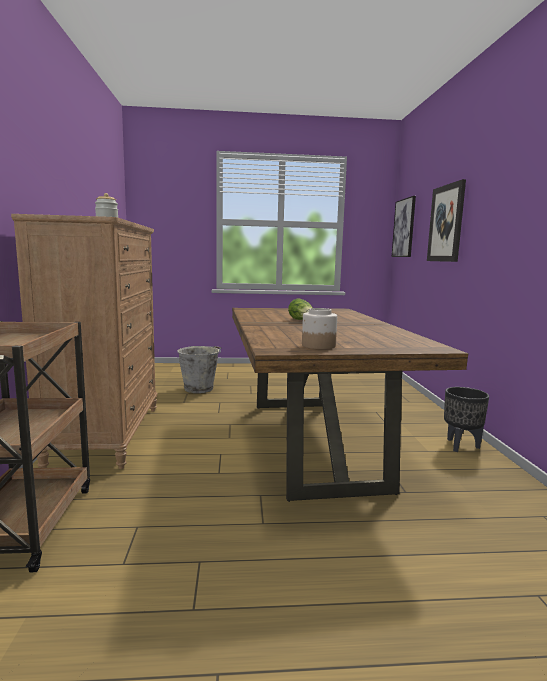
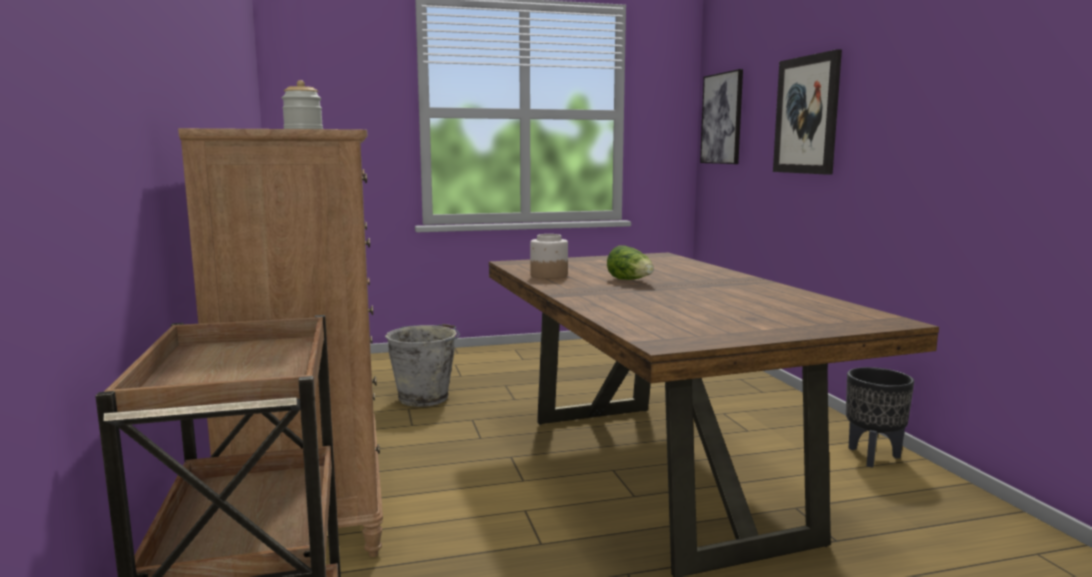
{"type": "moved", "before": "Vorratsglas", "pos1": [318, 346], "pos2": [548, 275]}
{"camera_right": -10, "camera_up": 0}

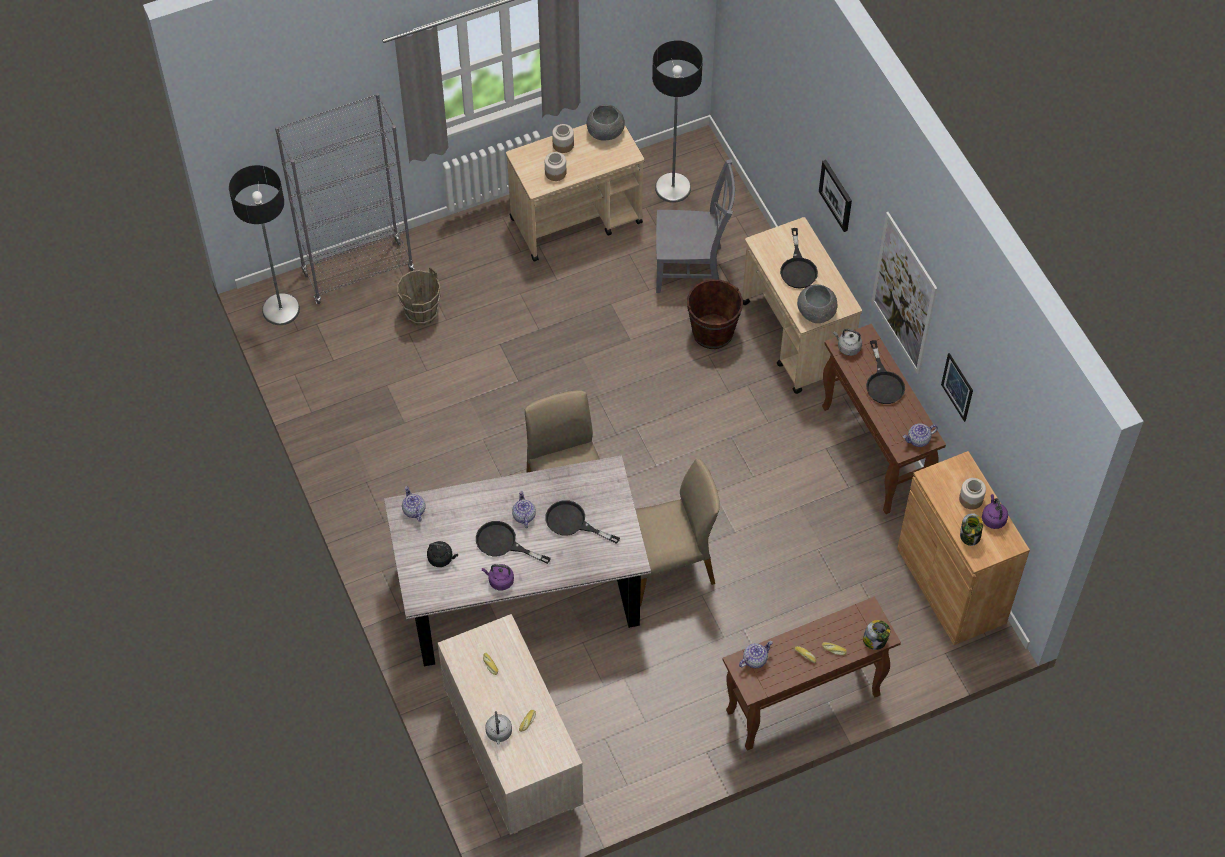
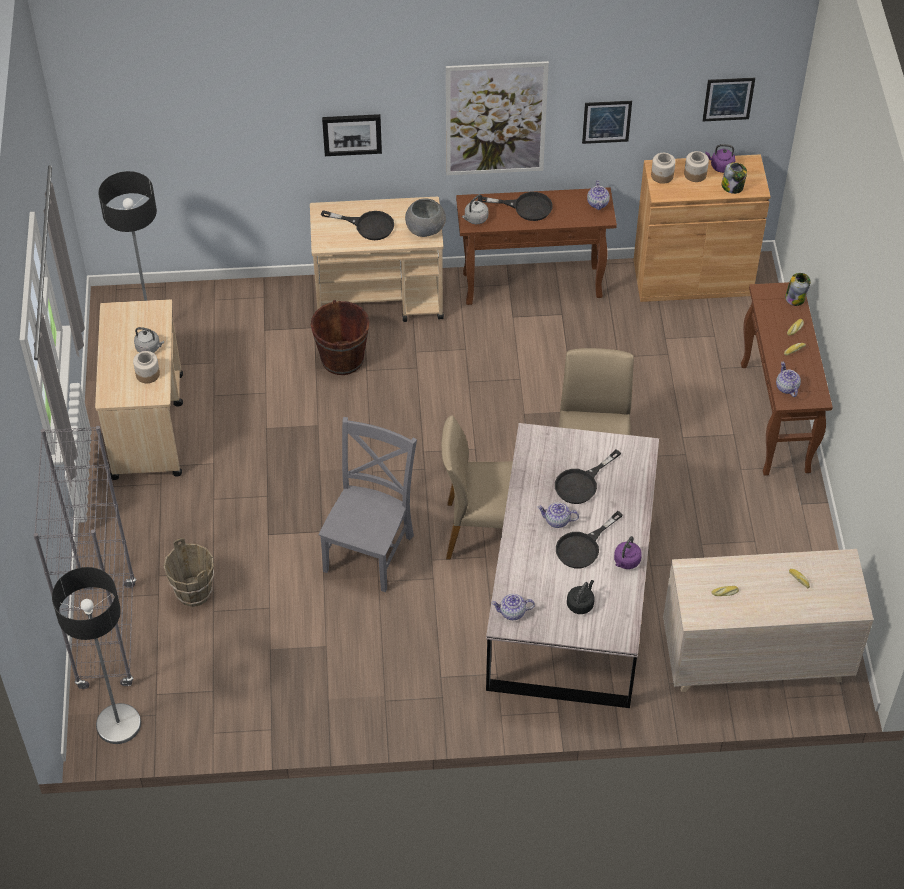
{"type": "moved", "before": "Wasserkessel [grau]", "pos1": [499, 733], "pos2": [149, 348]}
{"type": "moved", "before": "Stuhl [grau]", "pos1": [692, 270], "pos2": [370, 550]}
{"type": "moved", "before": "Vorratsglas", "pos1": [563, 145], "pos2": [662, 176]}
{"type": "added", "after": "Bild", "pos2": [728, 99]}
{"type": "removed", "before": "Schüssel [grau]", "pos1": [606, 132]}
{"camera_right": -70, "camera_up": -5}

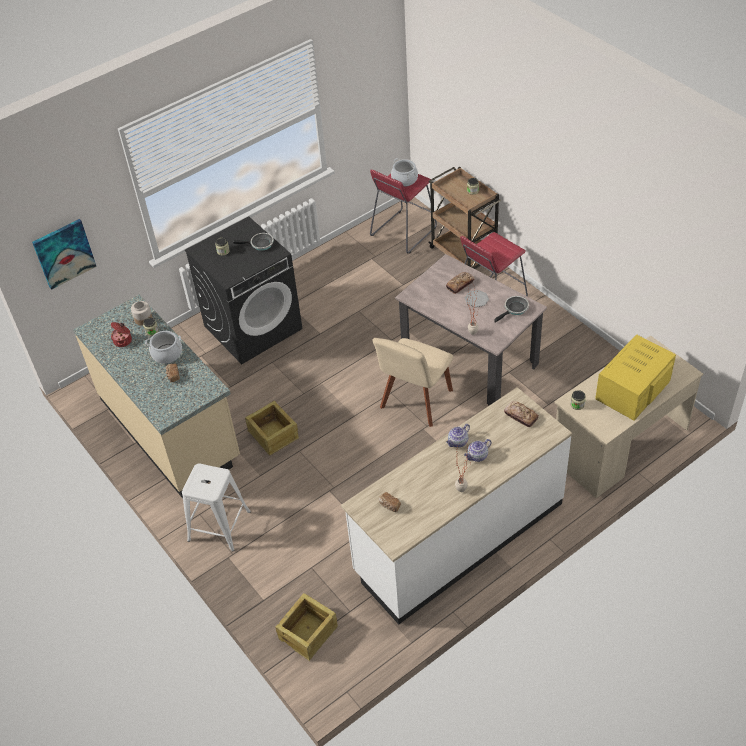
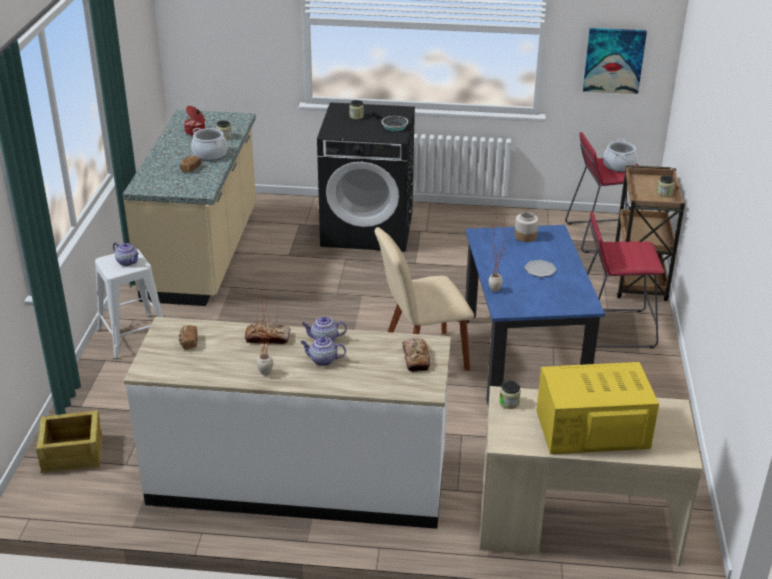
{"type": "added", "after": "Teekanne", "pos2": [128, 262]}
{"type": "moved", "before": "Brot", "pos1": [460, 284], "pos2": [268, 338]}
{"type": "recoloured", "before": "Esstisch [beige]", "after": "Esstisch [blau]", "pos1": [469, 359], "pos2": [522, 358]}
{"type": "moved", "before": "Vorratsglas", "pos1": [143, 319], "pos2": [525, 236]}
{"type": "moved", "before": "Bild", "pos1": [64, 253], "pos2": [613, 60]}
{"type": "removed", "before": "Kiste", "pos1": [273, 435]}
{"type": "removed", "before": "Pfanne", "pos1": [515, 309]}
{"camera_right": 40, "camera_up": -15}

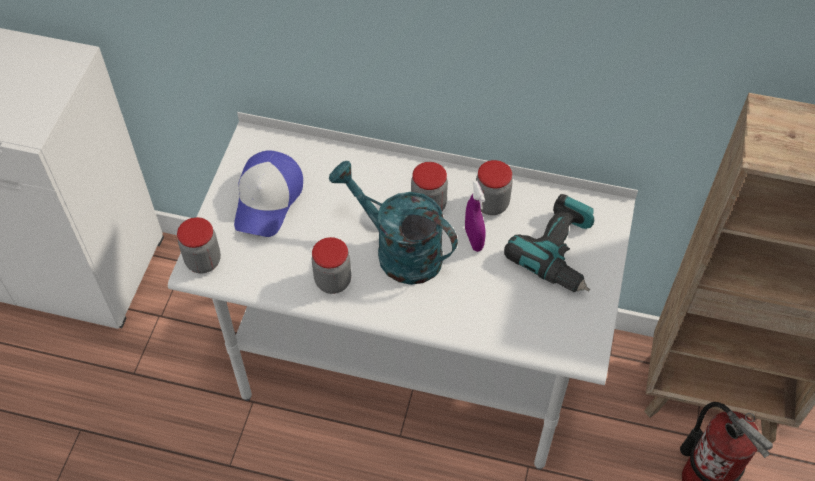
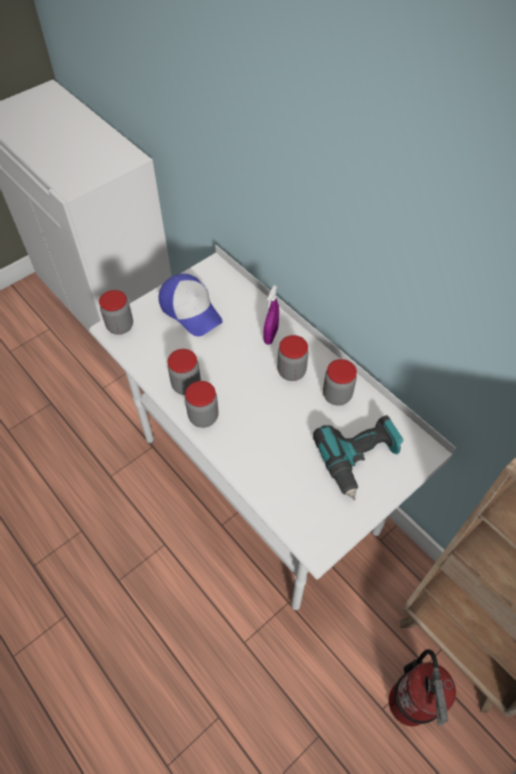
{"type": "turned", "before": "Kappe", "pos1": [268, 200], "pos2": [191, 310], "turn": -90}
{"type": "added", "after": "Vorratsglas", "pos2": [203, 417]}
{"type": "moved", "before": "Sprühflasche [lila]", "pos1": [474, 239], "pos2": [271, 336]}
{"type": "removed", "before": "Gießkanne [türkis]", "pos1": [398, 251]}
{"camera_right": 35, "camera_up": 0}

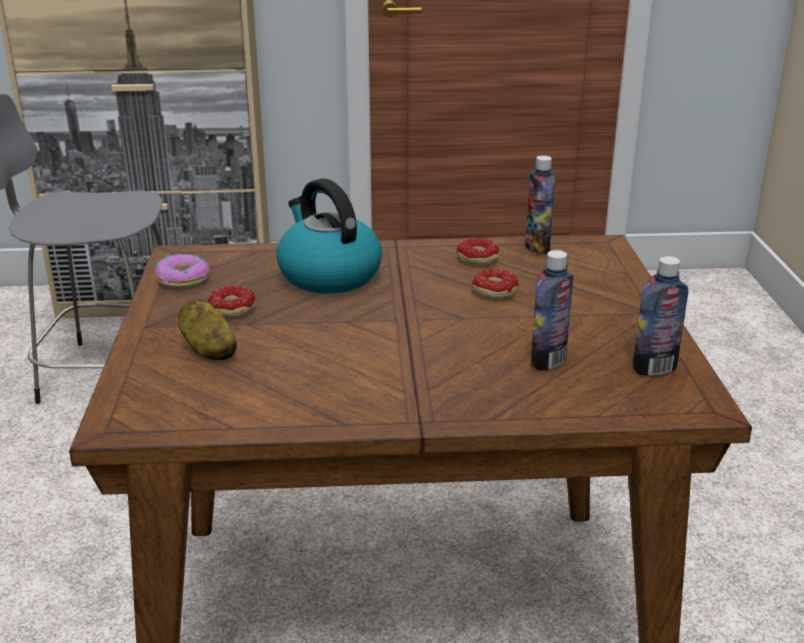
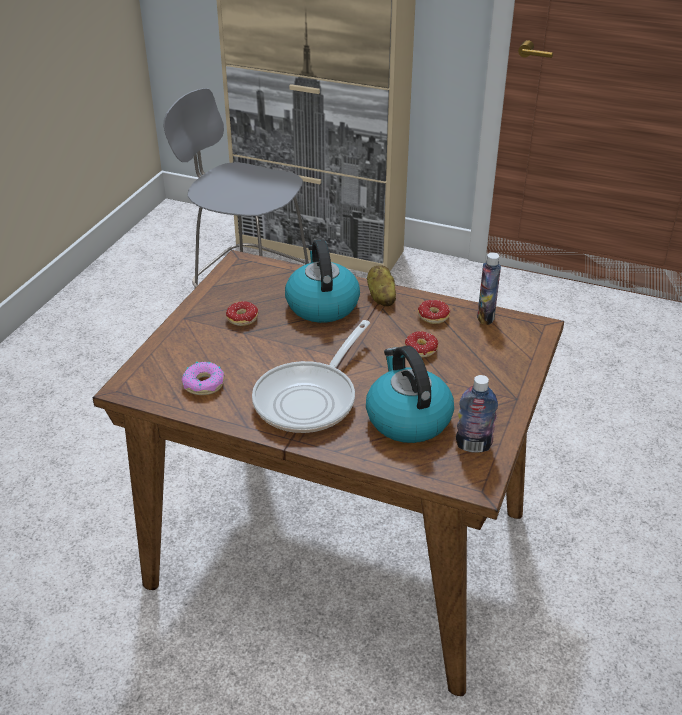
{"type": "moved", "before": "Donut", "pos1": [183, 279], "pos2": [204, 384]}
{"type": "added", "after": "Pfanne", "pos2": [310, 398]}
{"type": "replaced", "before": "Flasche", "after": "Wasserkessel", "pos1": [548, 361], "pos2": [407, 418]}
{"type": "moved", "before": "Kartoffel", "pos1": [208, 350], "pos2": [381, 297]}
{"camera_right": 25, "camera_up": 10}

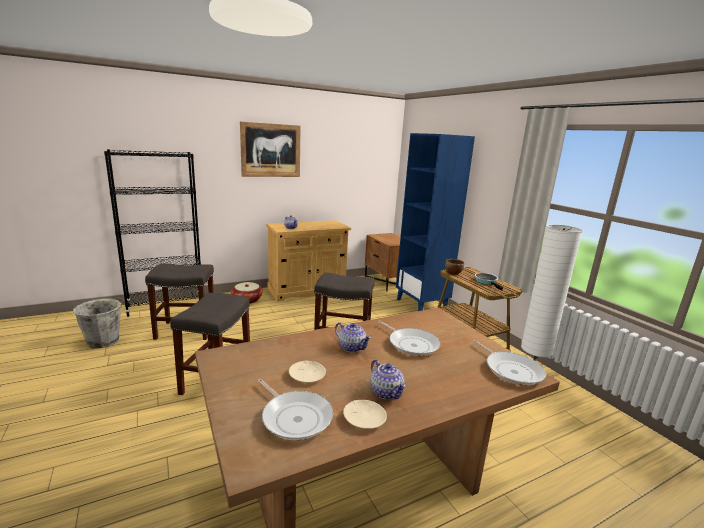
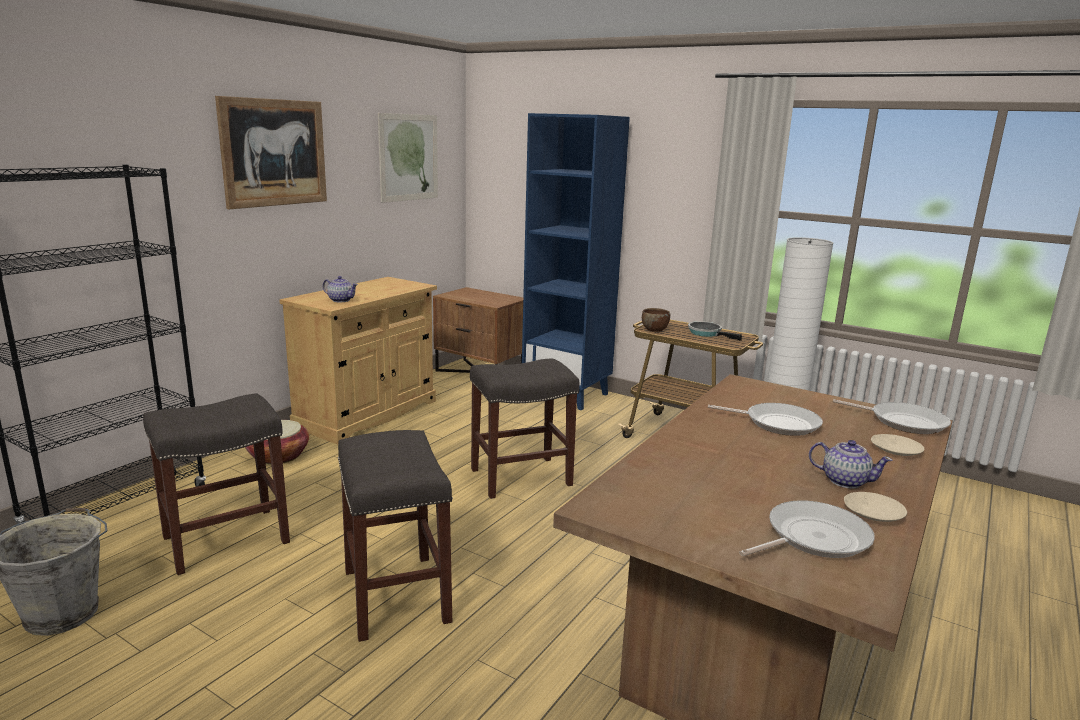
{"type": "added", "after": "Bild", "pos2": [408, 157]}
{"type": "turned", "before": "Pfanne", "pos1": [295, 417], "pos2": [812, 538], "turn": -45}
{"type": "moved", "before": "Teller [beige]", "pos1": [307, 375], "pos2": [895, 450]}
{"type": "removed", "before": "Teekanne", "pos1": [351, 347]}
{"camera_right": -30, "camera_up": 0}

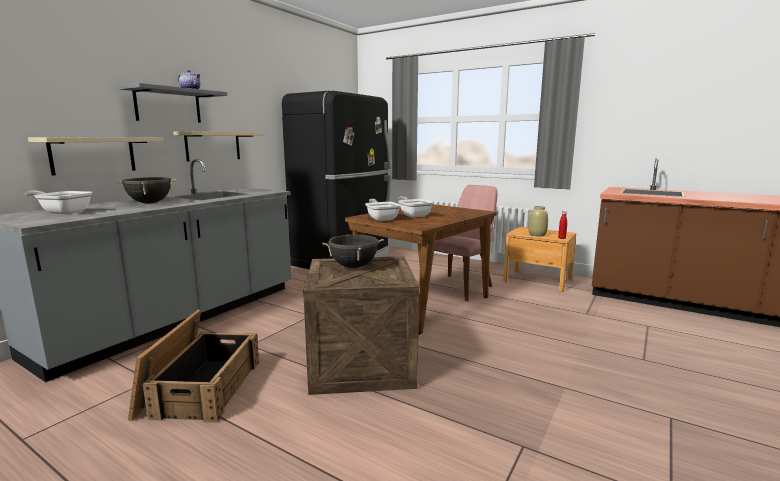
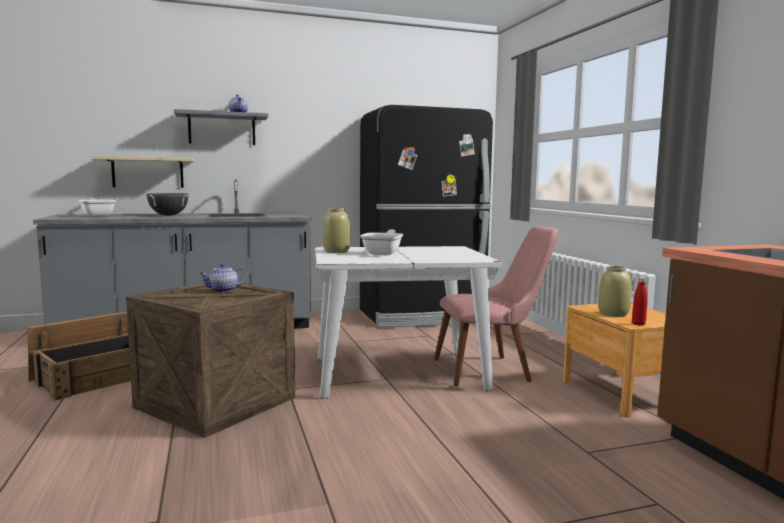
{"type": "replaced", "before": "Kochtopf [schwarz]", "after": "Teekanne", "pos1": [354, 266], "pos2": [223, 290]}
{"type": "recoloured", "before": "Esstisch [braun]", "after": "Esstisch [weiß]", "pos1": [422, 302], "pos2": [400, 373]}
{"type": "replaced", "before": "Pfanne", "after": "Vase [beige]", "pos1": [381, 219], "pos2": [337, 251]}
{"type": "removed", "before": "Wandregal [beige]", "pos1": [213, 146]}
{"camera_right": 40, "camera_up": -5}

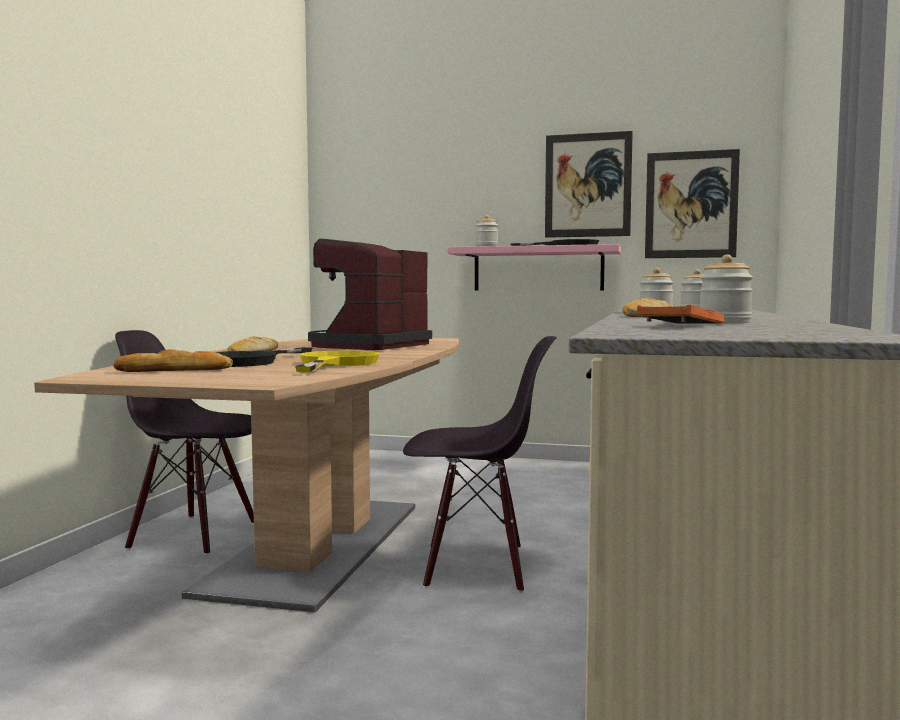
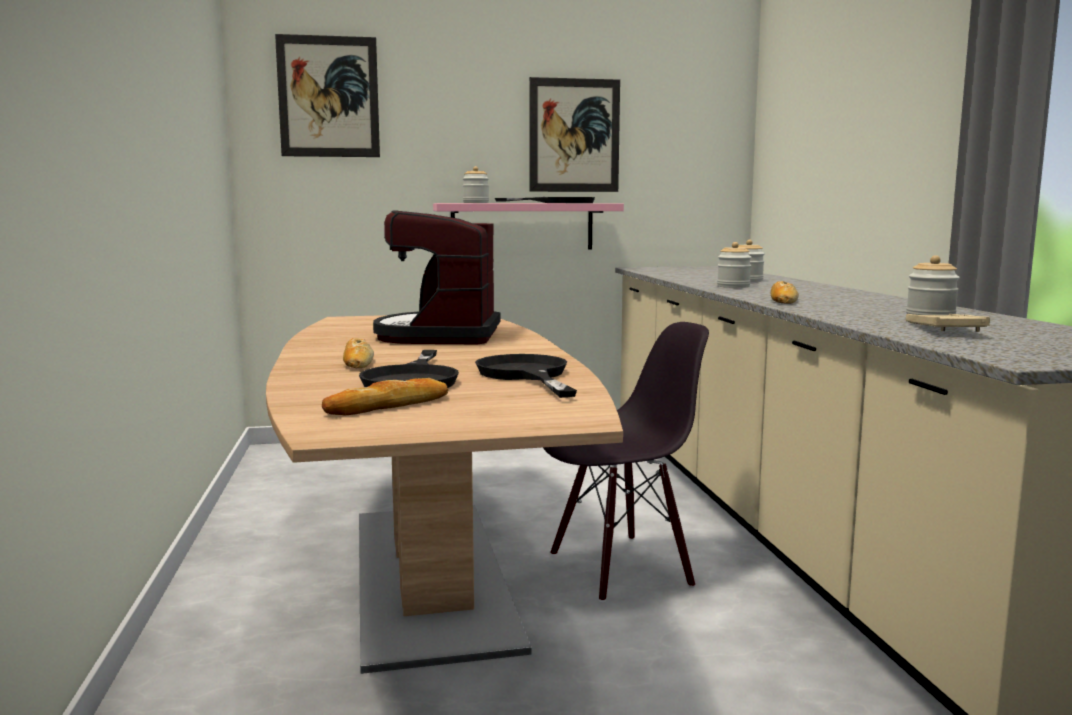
{"type": "moved", "before": "Bild", "pos1": [691, 205], "pos2": [328, 97]}
{"type": "recoloured", "before": "Pfanne [gelb]", "after": "Pfanne [schwarz]", "pos1": [335, 364], "pos2": [526, 375]}
{"type": "recoloured", "before": "Tablett [orange]", "after": "Tablett [beige]", "pos1": [682, 325], "pos2": [944, 329]}
{"type": "removed", "before": "Stuhl [schwarz]", "pos1": [195, 535]}
{"camera_right": -25, "camera_up": 5}

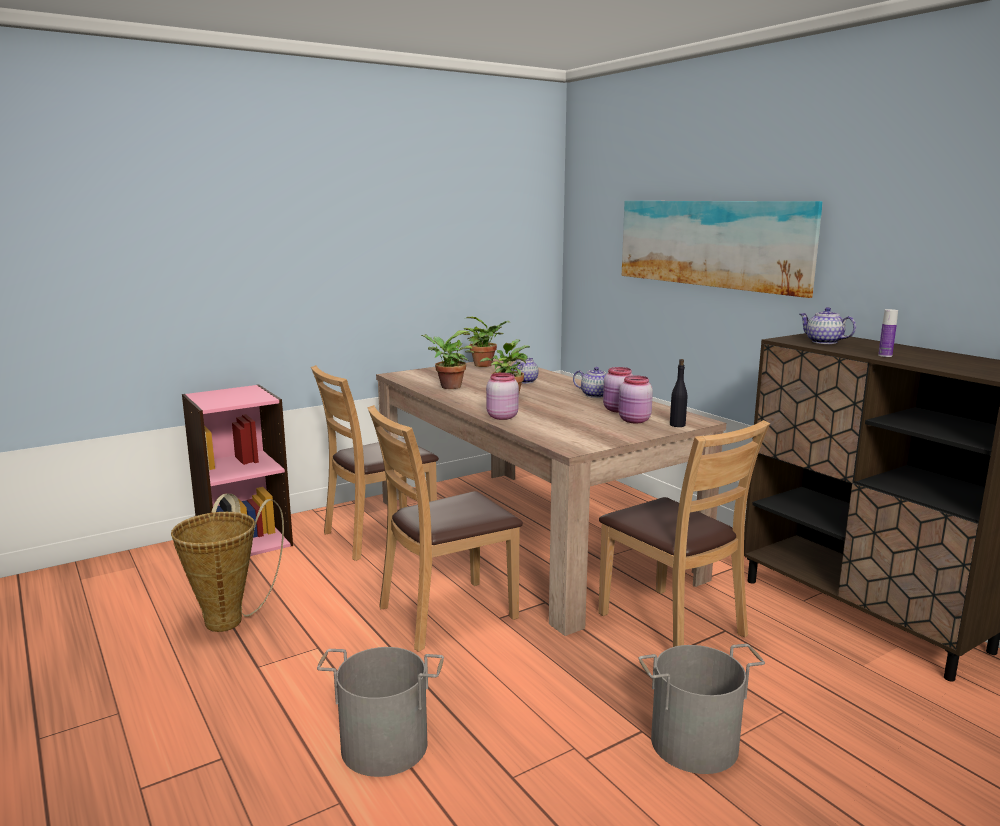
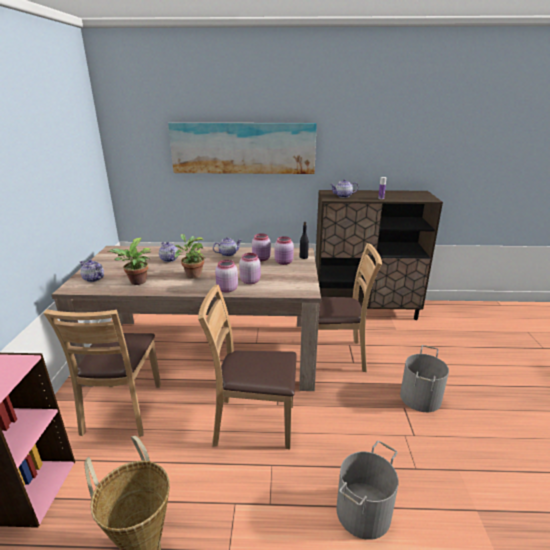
{"type": "added", "after": "Teekanne", "pos2": [93, 279]}
{"type": "turned", "before": "Stuhl [braun]", "pos1": [446, 614], "pos2": [253, 423], "turn": 90}
{"type": "added", "after": "Vorratsglas [rosa]", "pos2": [250, 281]}
{"type": "removed", "before": "Topfpflanze", "pos1": [485, 365]}
{"camera_right": -55, "camera_up": 10}

